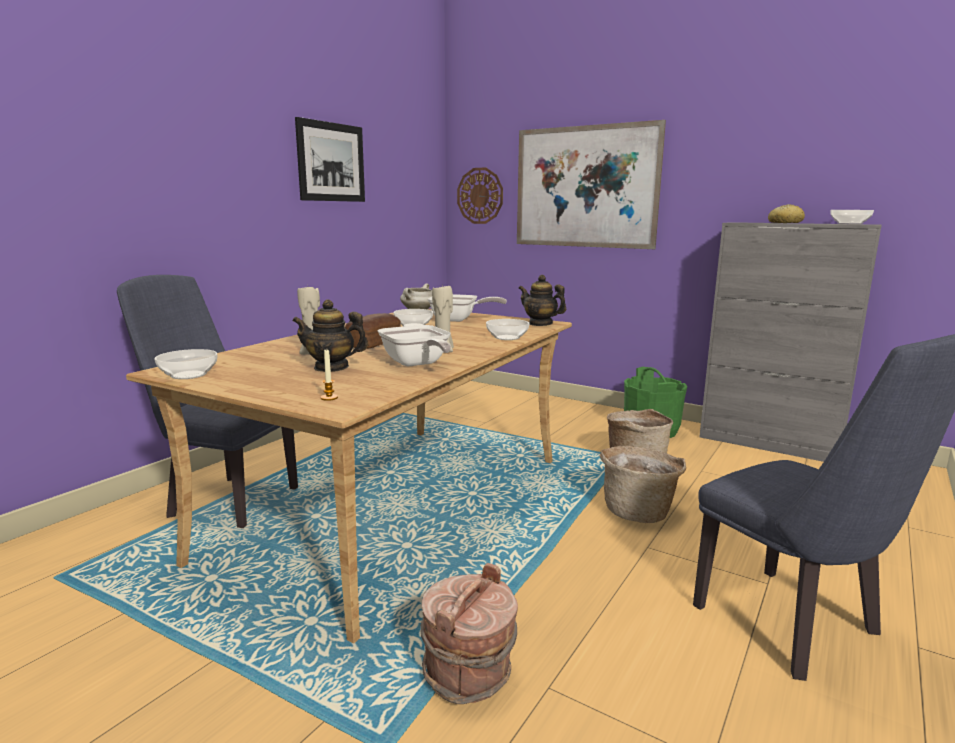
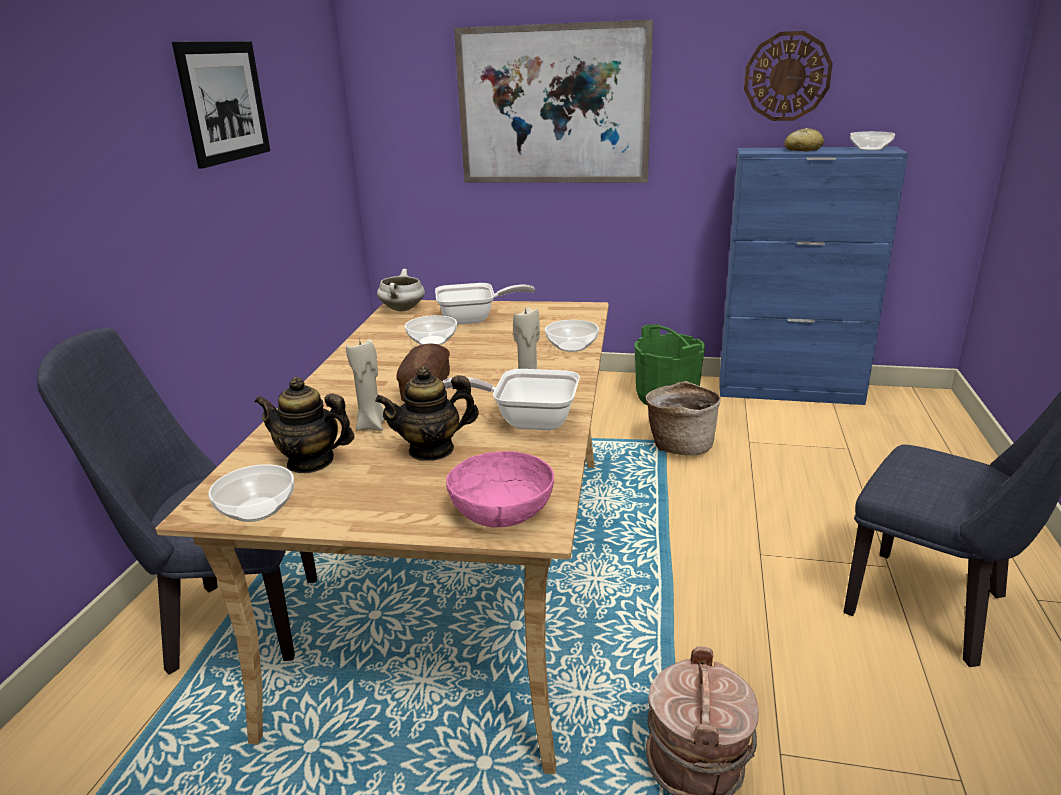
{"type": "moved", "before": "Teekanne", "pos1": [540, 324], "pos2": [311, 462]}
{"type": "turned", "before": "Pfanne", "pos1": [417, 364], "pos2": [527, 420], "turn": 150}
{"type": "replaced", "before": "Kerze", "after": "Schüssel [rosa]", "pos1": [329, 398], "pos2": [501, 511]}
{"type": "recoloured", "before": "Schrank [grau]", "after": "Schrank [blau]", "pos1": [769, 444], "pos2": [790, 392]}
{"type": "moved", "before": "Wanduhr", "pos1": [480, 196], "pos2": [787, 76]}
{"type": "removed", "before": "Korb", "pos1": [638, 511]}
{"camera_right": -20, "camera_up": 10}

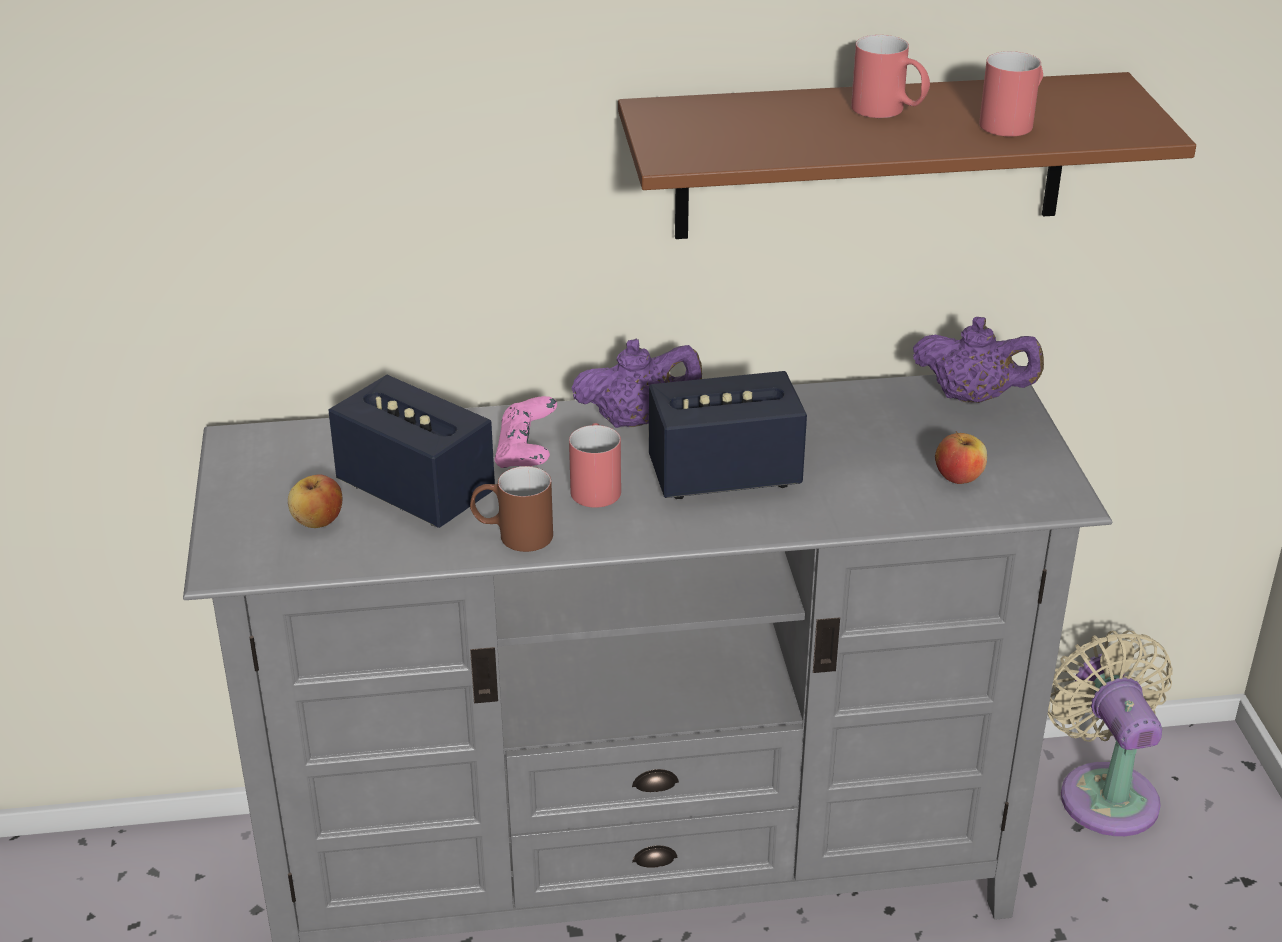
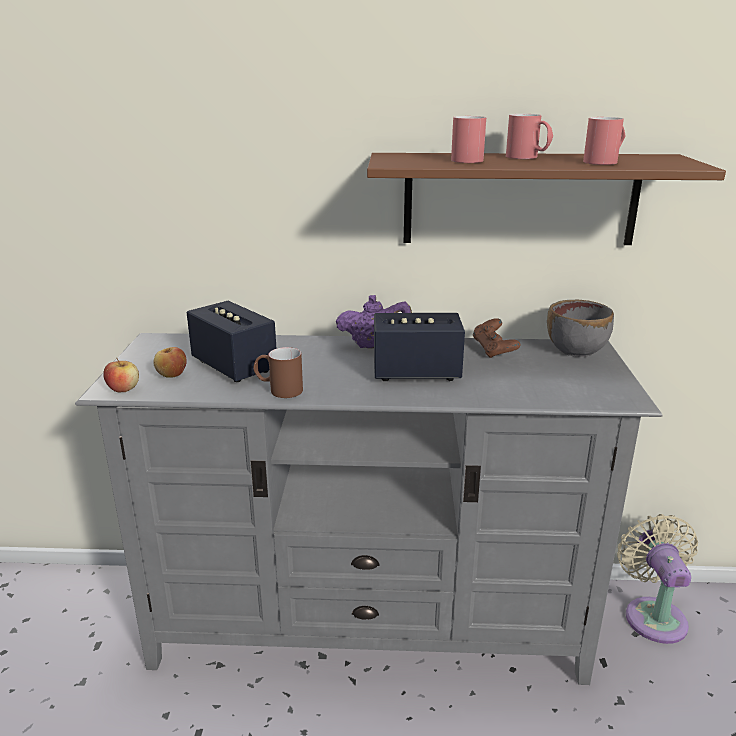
{"type": "moved", "before": "Apfel", "pos1": [958, 477], "pos2": [123, 389]}
{"type": "moved", "before": "Henkelbecher [rot]", "pos1": [596, 485], "pos2": [467, 159]}
{"type": "added", "after": "Gamepad [braun]", "pos2": [494, 351]}
{"type": "replaced", "before": "Teekanne [lila]", "after": "Schüssel [grau]", "pos1": [972, 397], "pos2": [576, 350]}
{"type": "removed", "before": "Gamepad [rosa]", "pos1": [527, 454]}
{"camera_right": 10, "camera_up": -10}

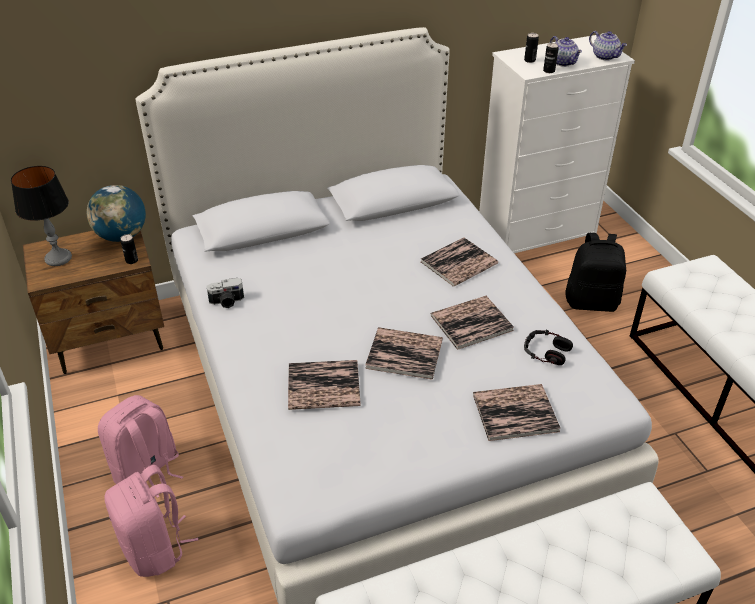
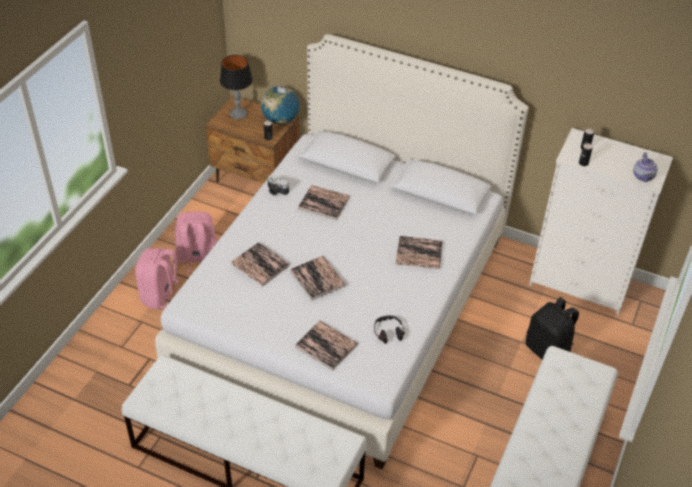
{"type": "moved", "before": "Buch", "pos1": [471, 323], "pos2": [324, 203]}
{"type": "removed", "before": "Teekanne", "pos1": [564, 62]}
{"camera_right": 45, "camera_up": 5}

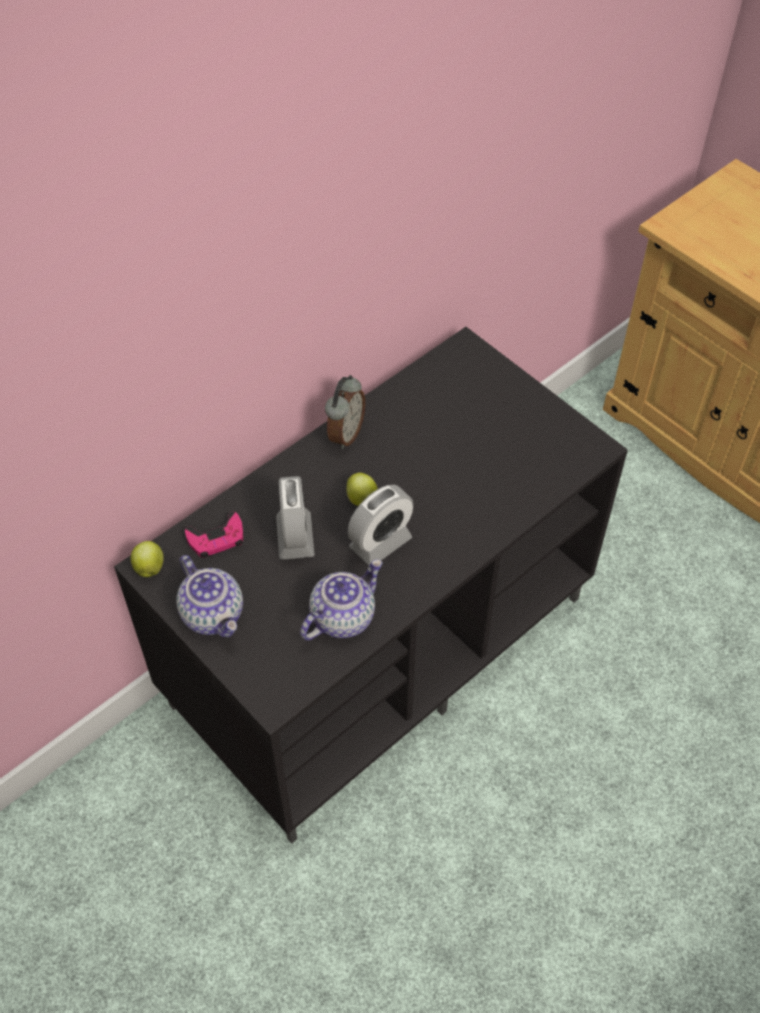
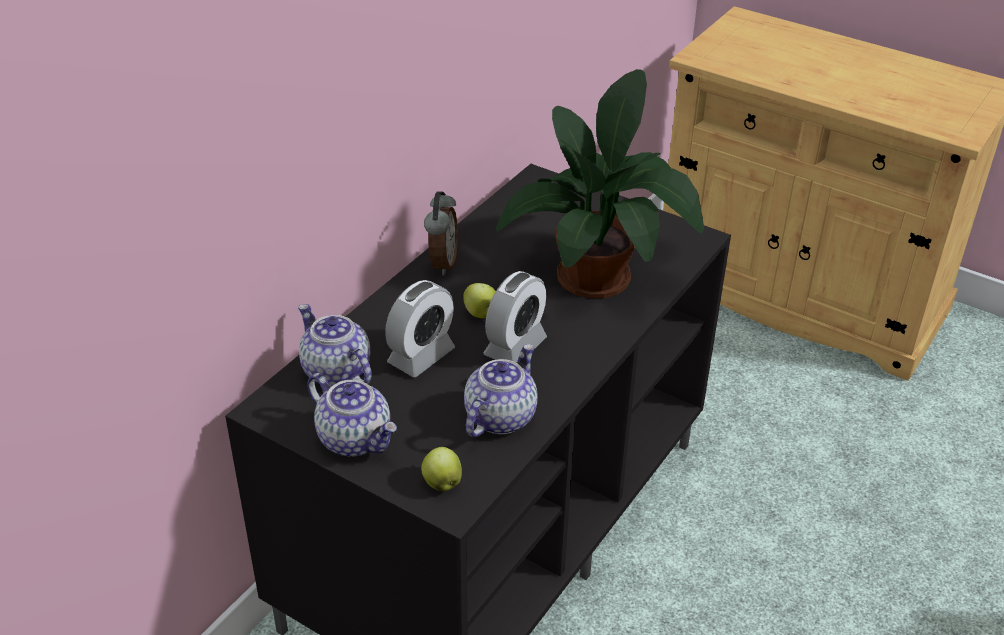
{"type": "replaced", "before": "Gamepad [rosa]", "after": "Teekanne", "pos1": [217, 538], "pos2": [335, 372]}
{"type": "turned", "before": "Wecker", "pos1": [295, 536], "pos2": [421, 356], "turn": 60}
{"type": "moved", "before": "Apfel", "pos1": [149, 567], "pos2": [442, 482]}
{"type": "added", "after": "Topfpflanze", "pos2": [600, 274]}
{"camera_right": -15, "camera_up": -15}

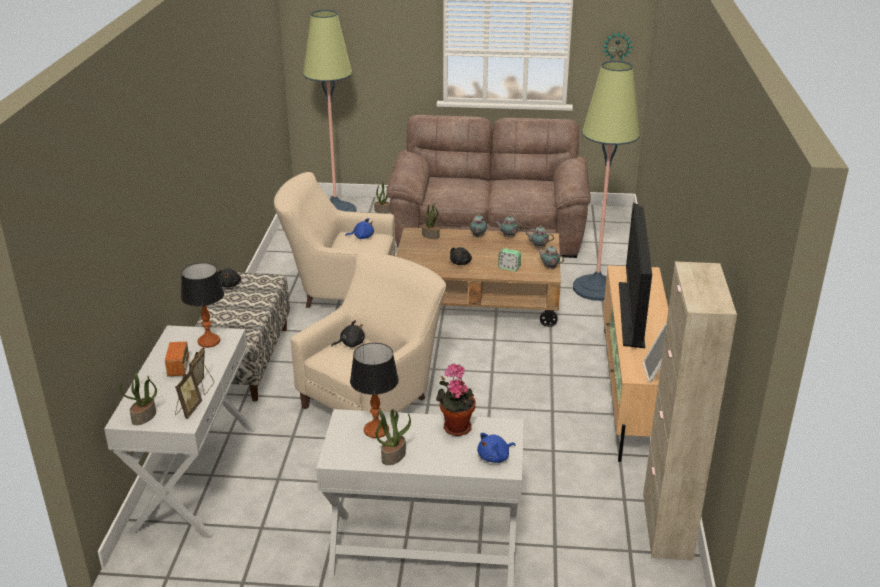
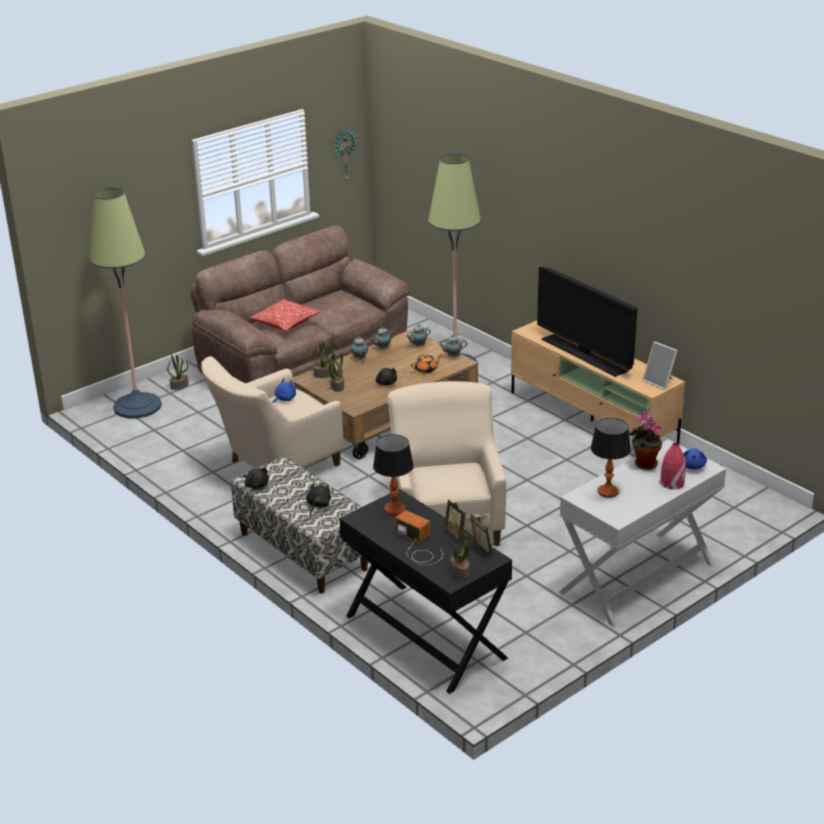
{"type": "added", "after": "Kissen", "pos2": [285, 323]}
{"type": "moved", "before": "Plüschtier [schwarz]", "pos1": [350, 344], "pos2": [318, 505]}
{"type": "moved", "before": "Topfpflanze", "pos1": [393, 456], "pos2": [337, 386]}
{"type": "recoloured", "before": "Konsolentisch [weiß]", "after": "Konsolentisch [schwarz]", "pos1": [195, 477], "pos2": [424, 637]}
{"type": "replaced", "before": "Wecker", "after": "Teekanne [orange]", "pos1": [509, 268], "pos2": [426, 370]}
{"type": "added", "after": "Vase [rot]", "pos2": [672, 483]}
{"type": "removed", "before": "Schrank [beige]", "pos1": [666, 526]}
{"camera_right": -45, "camera_up": 0}

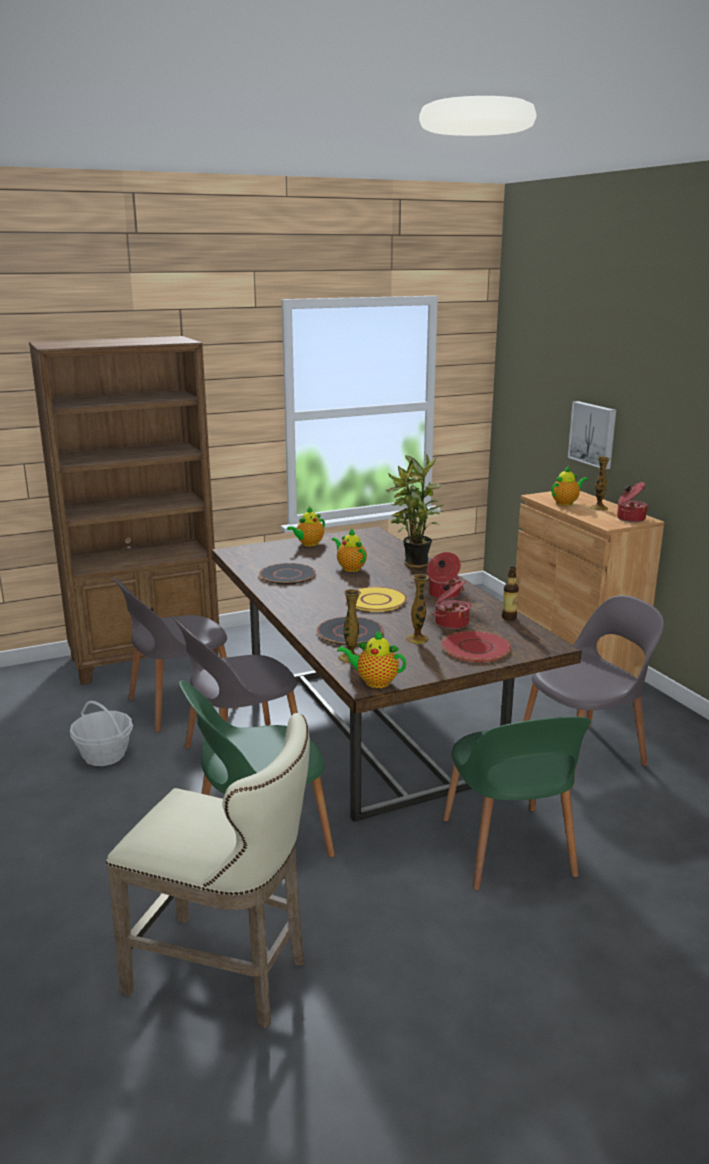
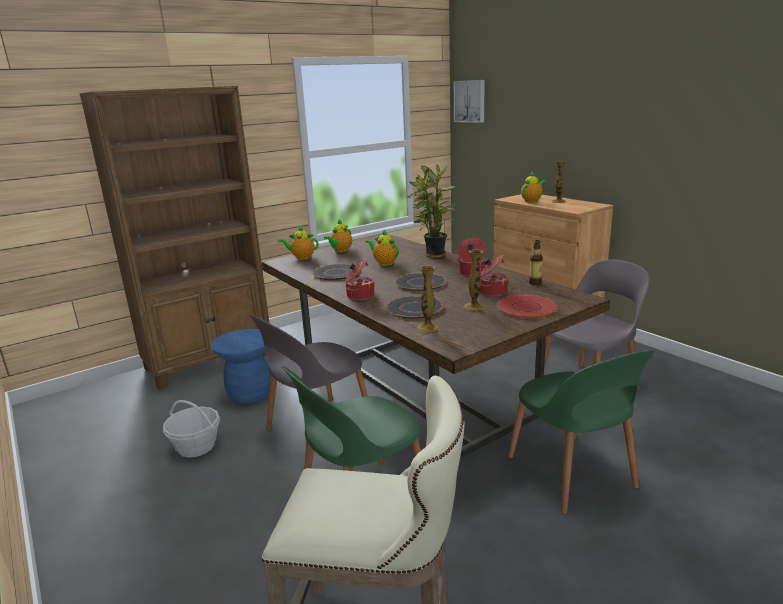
{"type": "replaced", "before": "Stuhl [grau]", "after": "Hocker [blau]", "pos1": [179, 704], "pos2": [250, 394]}
{"type": "moved", "before": "Teekanne", "pos1": [374, 682], "pos2": [301, 257]}
{"type": "moved", "before": "Kochtopf", "pos1": [630, 518], "pos2": [359, 295]}
{"type": "recoloured", "before": "Teller [gelb]", "after": "Teller [schwarz]", "pos1": [375, 600], "pos2": [420, 283]}
{"type": "moved", "before": "Bild", "pos1": [593, 434], "pos2": [470, 101]}
{"camera_right": -10, "camera_up": 0}

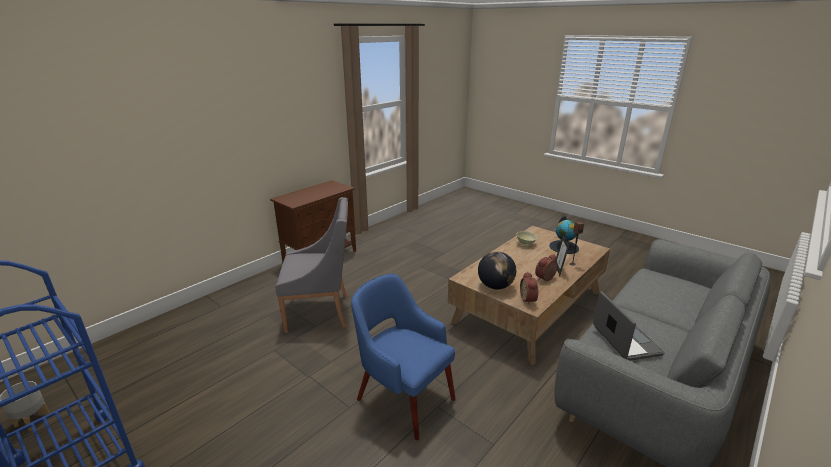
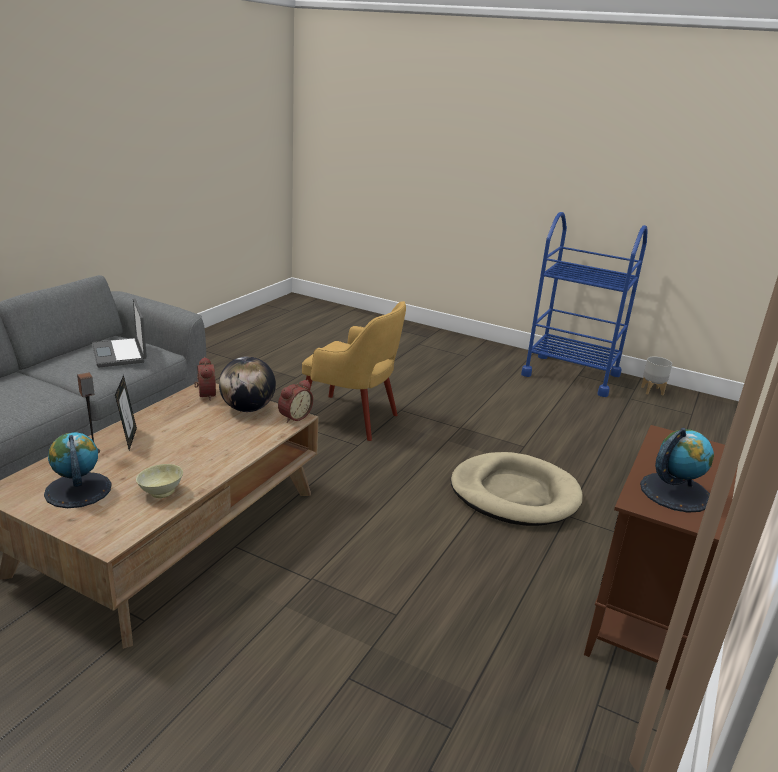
{"type": "moved", "before": "Wecker", "pos1": [546, 279], "pos2": [294, 416]}
{"type": "recoloured", "before": "Sessel [blau]", "after": "Sessel [gelb]", "pos1": [403, 397], "pos2": [351, 418]}
{"type": "replaced", "before": "Sessel [grau]", "after": "Hundebett [beige]", "pos1": [321, 312], "pos2": [514, 494]}
{"type": "added", "after": "Globus", "pos2": [675, 492]}
{"camera_right": 165, "camera_up": 0}

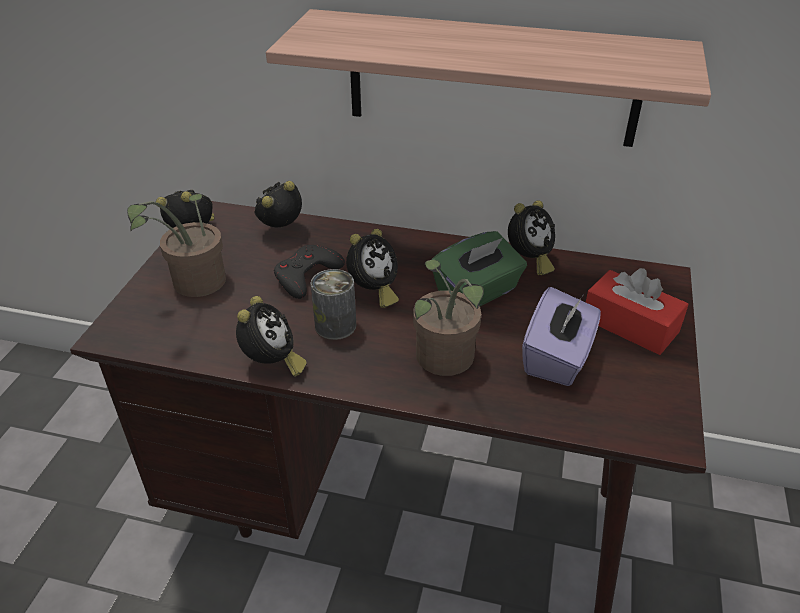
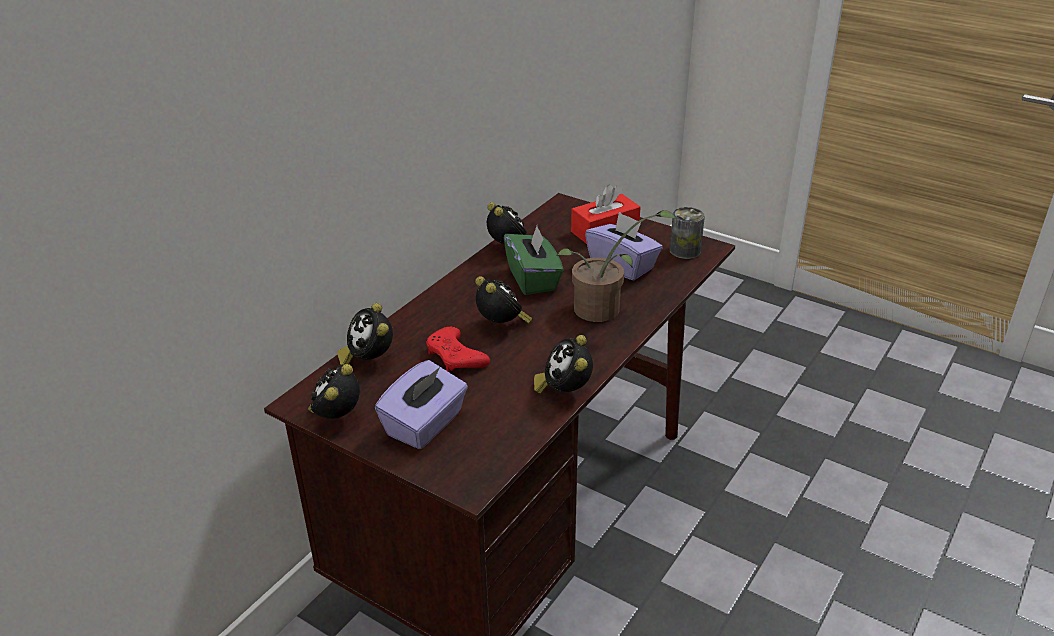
{"type": "replaced", "before": "Topfpflanze", "after": "Taschentuchbox [lila]", "pos1": [194, 285], "pos2": [425, 425]}
{"type": "recoloured", "before": "Gamepad [schwarz]", "after": "Gamepad [rot]", "pos1": [307, 275], "pos2": [456, 356]}
{"type": "turned", "before": "Wecker", "pos1": [272, 364], "pos2": [564, 391], "turn": -120}
{"type": "moved", "before": "Dose", "pos1": [335, 325], "pos2": [685, 250]}
{"type": "removed", "before": "Wandregal", "pos1": [491, 79]}
{"camera_right": -70, "camera_up": -5}

